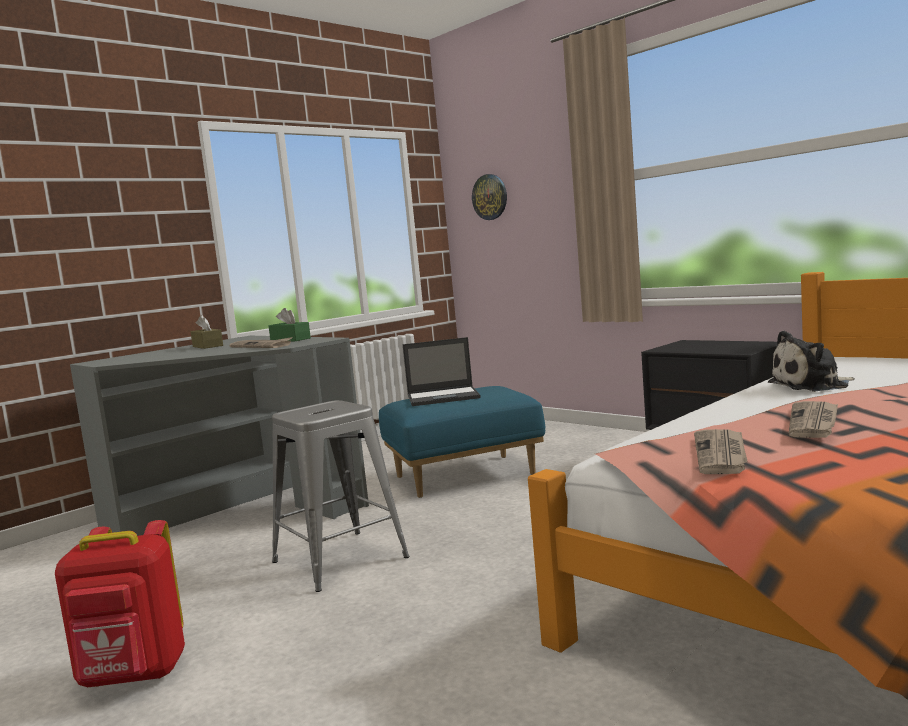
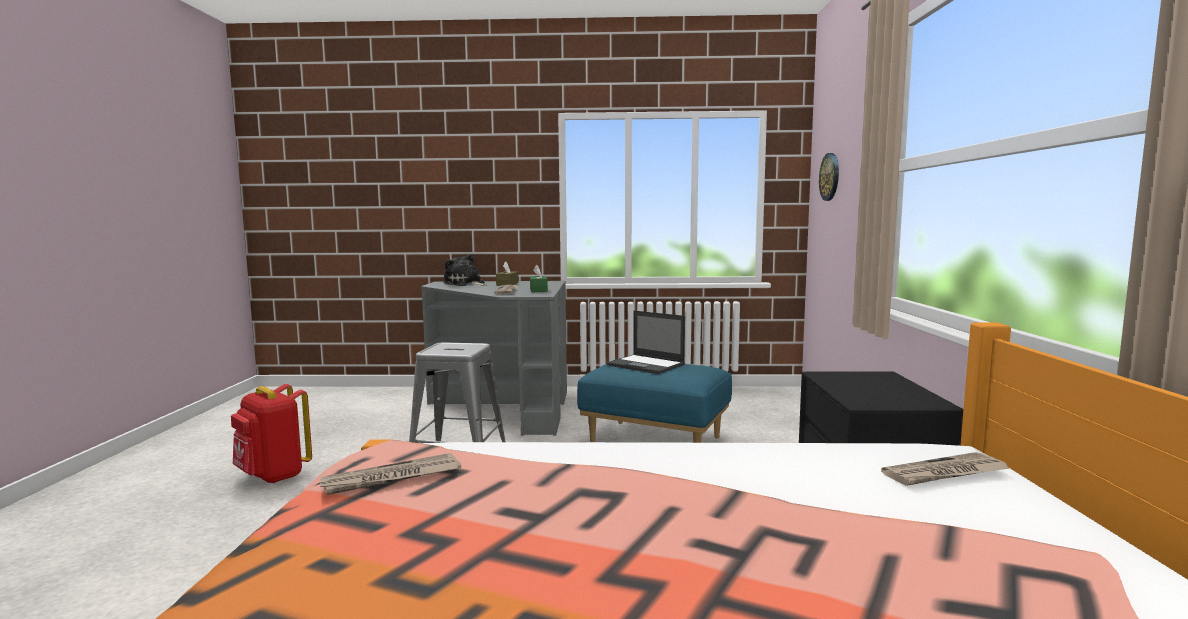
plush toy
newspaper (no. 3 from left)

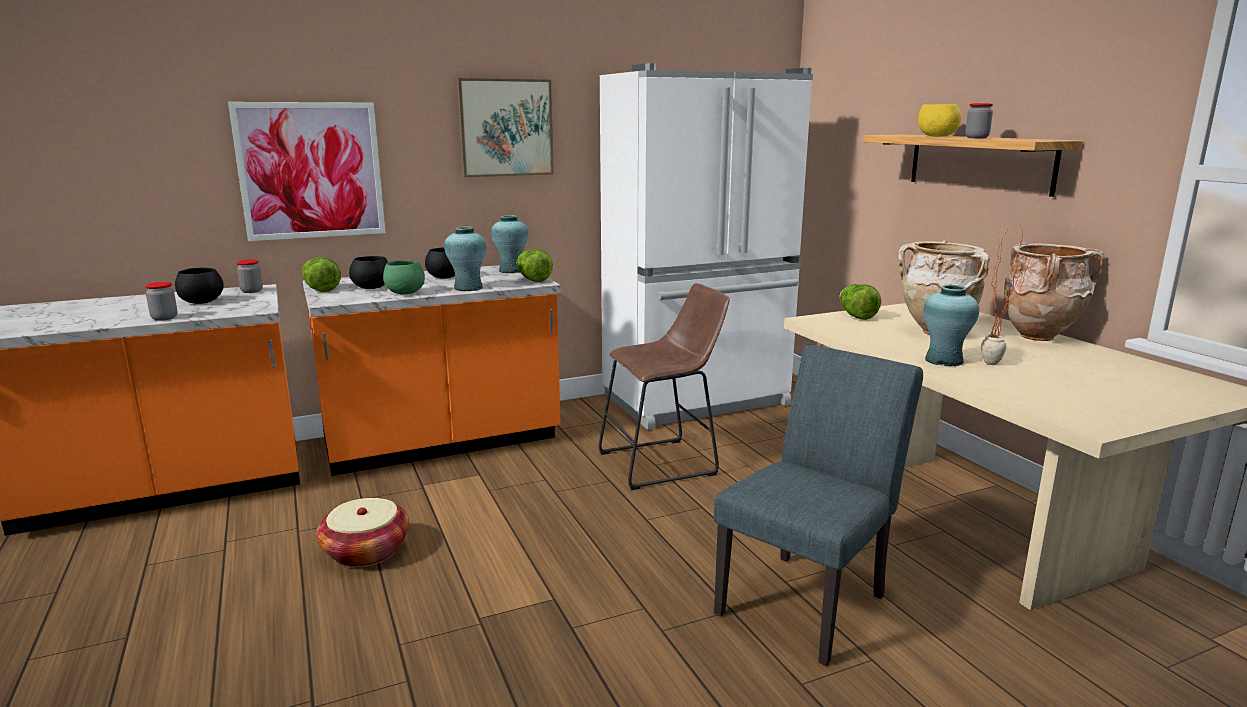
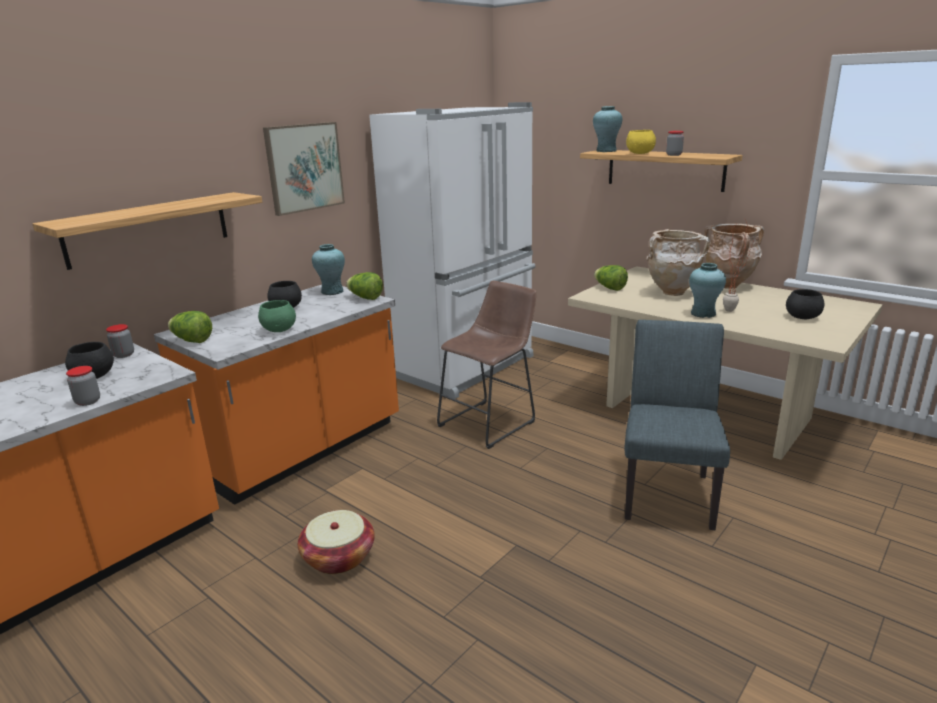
shelf (no. 1 from left)
turquoise decorative vase (no. 2 from left)
black serving bowl (no. 3 from left)

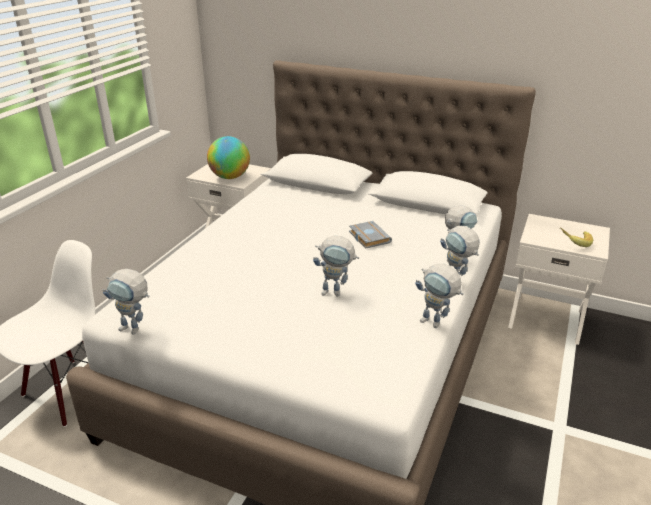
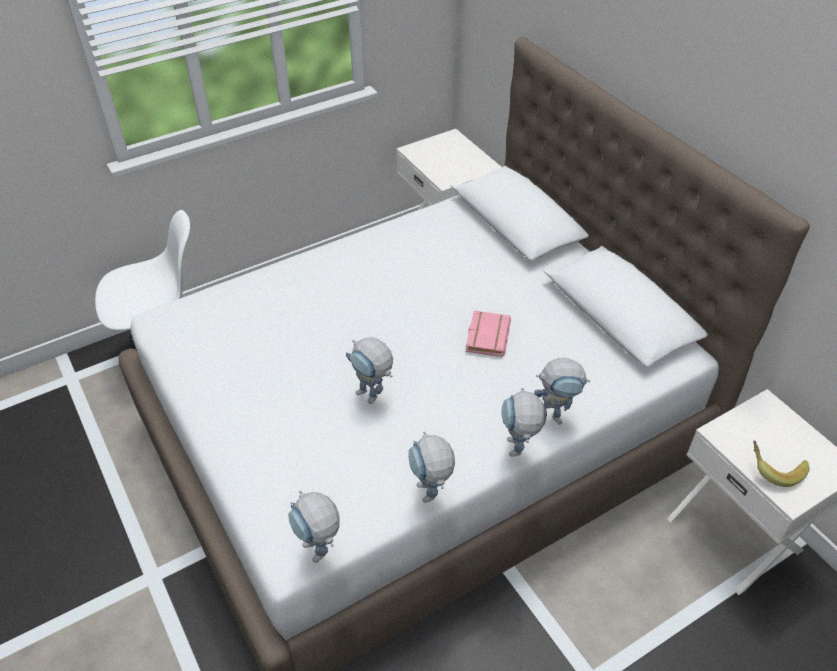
toy robot (no. 1 from left)
pinkish book
world globe

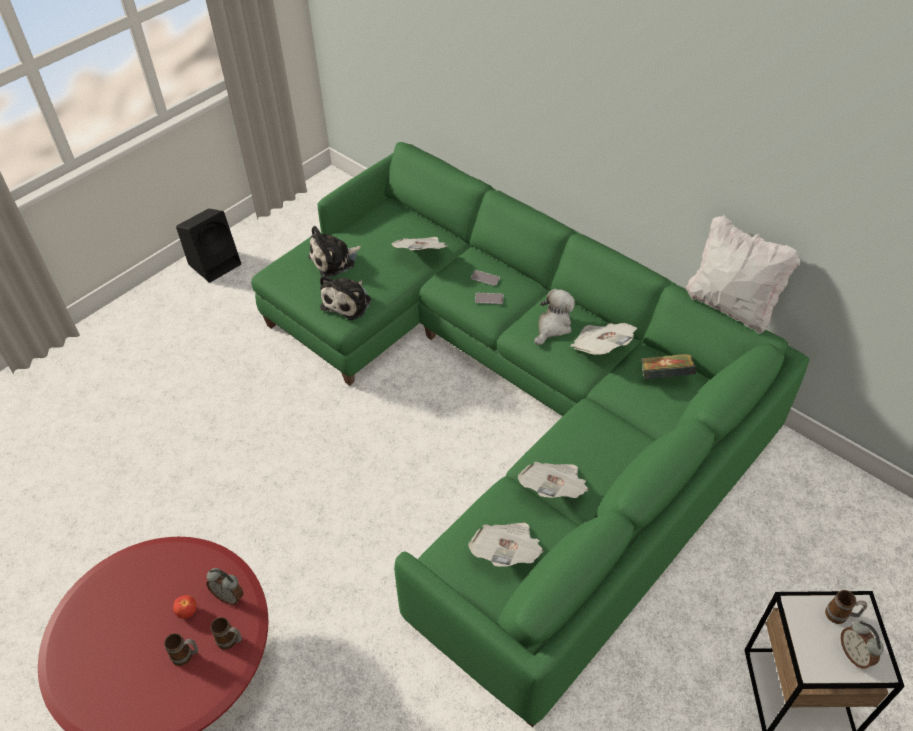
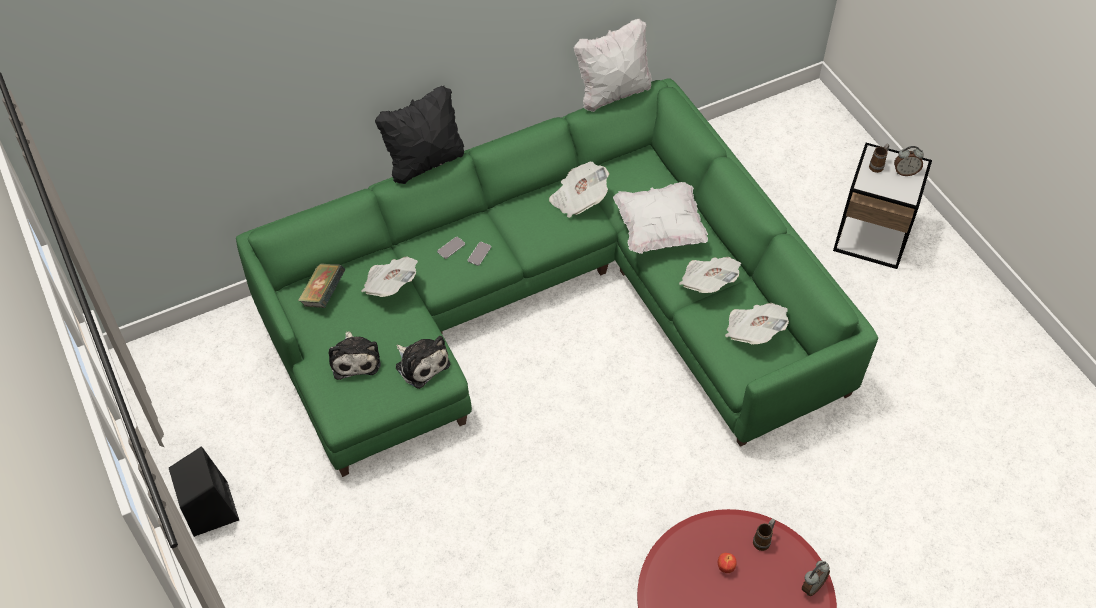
book
black cushion
white-coloured cushion (no. 2 from left)
table clock (no. 1 from left)
mug (no. 1 from left in the first image)
plush toy (no. 3 from left in the first image)

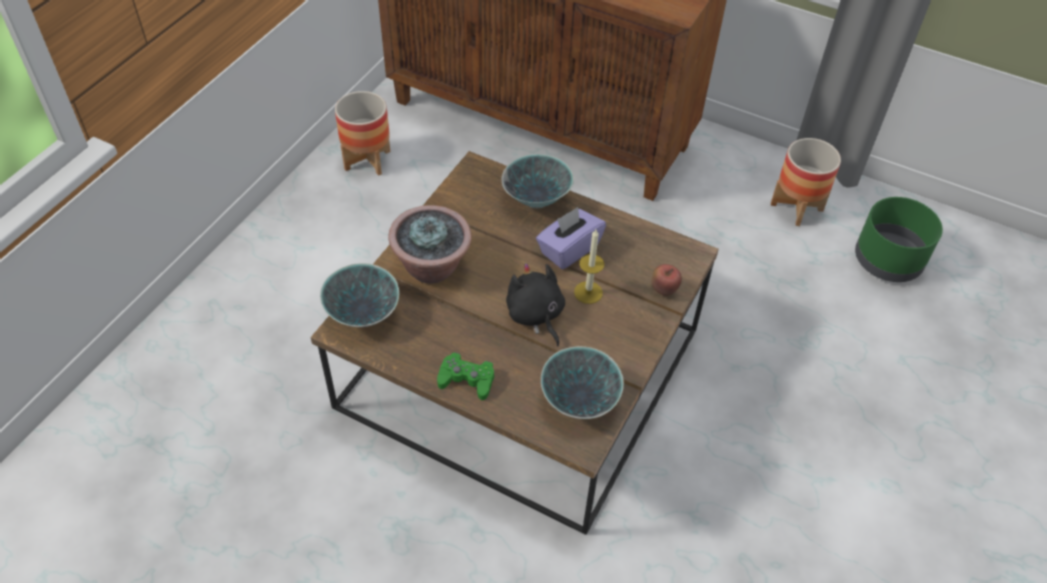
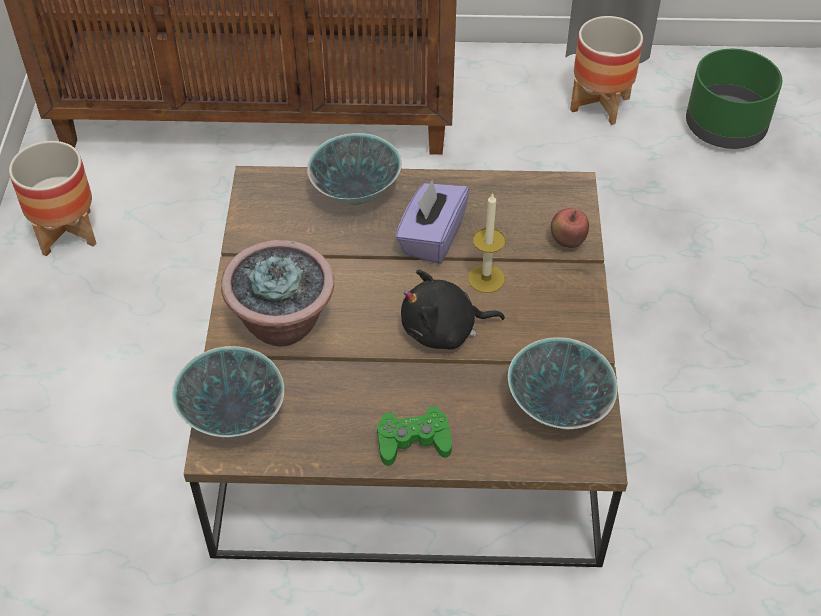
black plush toy

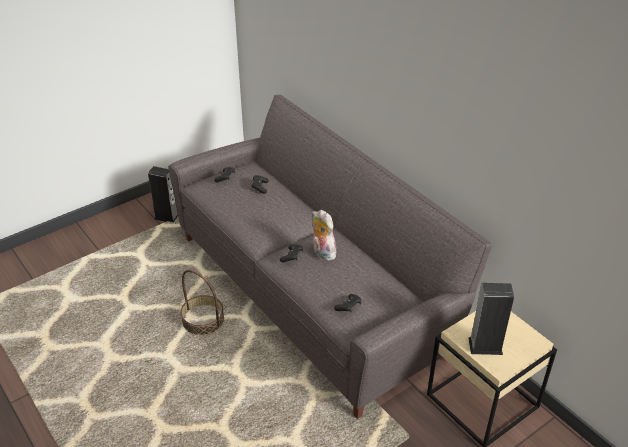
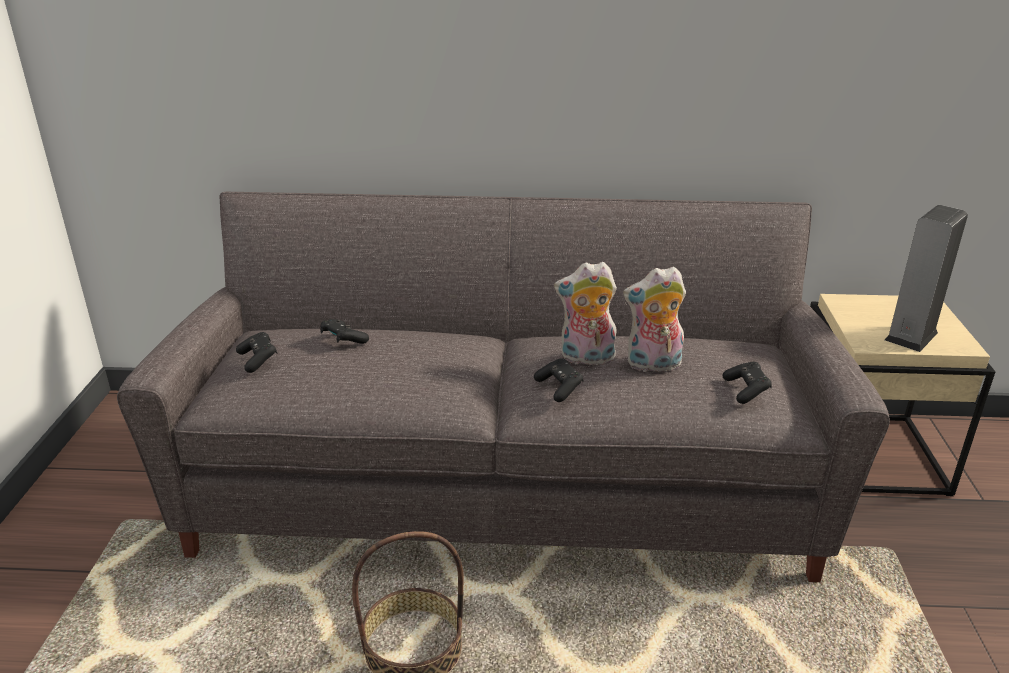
plush toy (no. 2 from left)
loudspeaker (no. 1 from left in the first image)

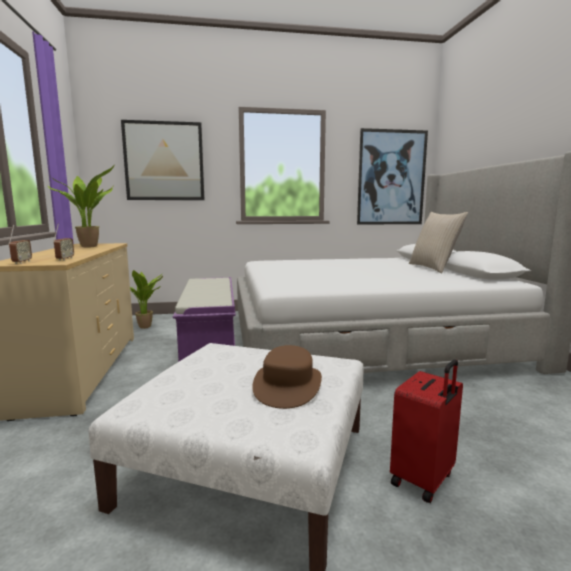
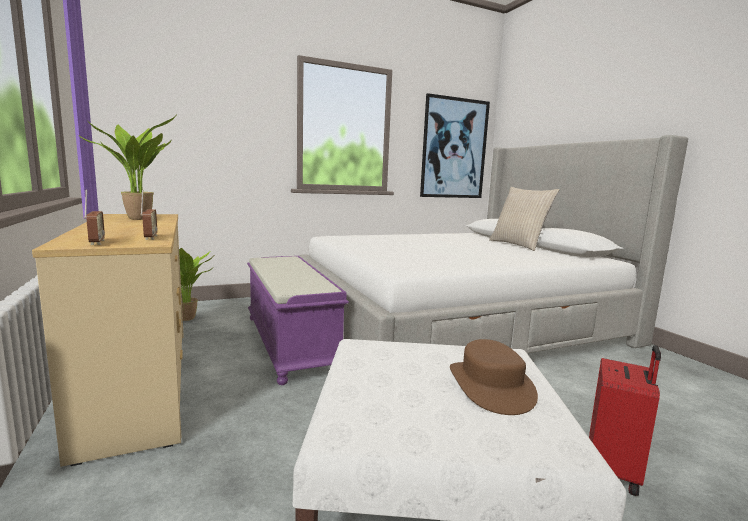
wall picture (no. 1 from left in the first image)

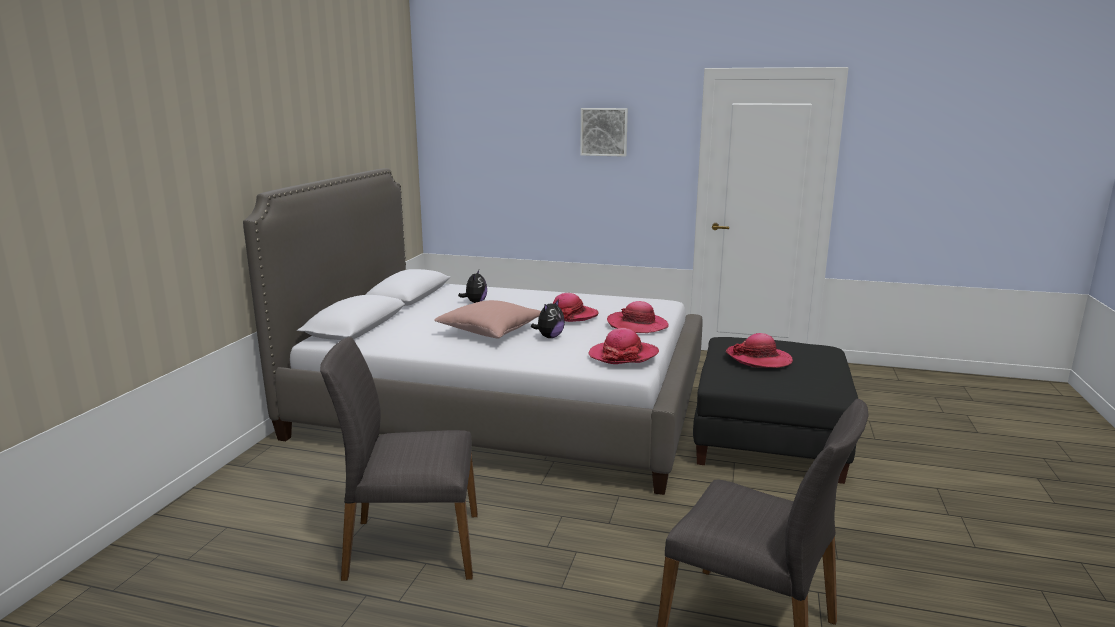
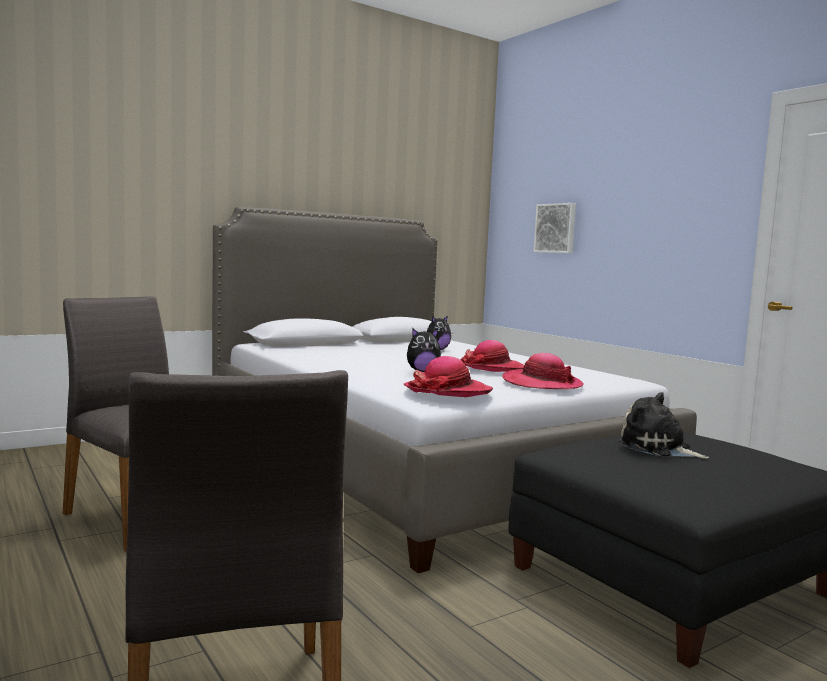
wall picture
plush toy (no. 3 from left)
pinkish cushion

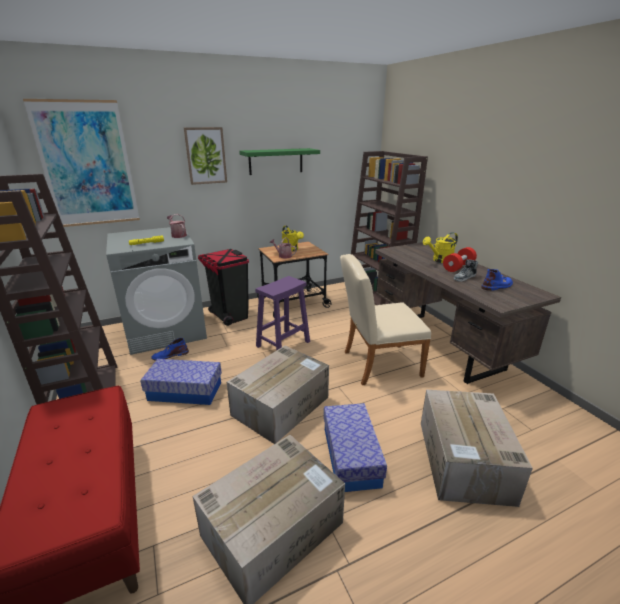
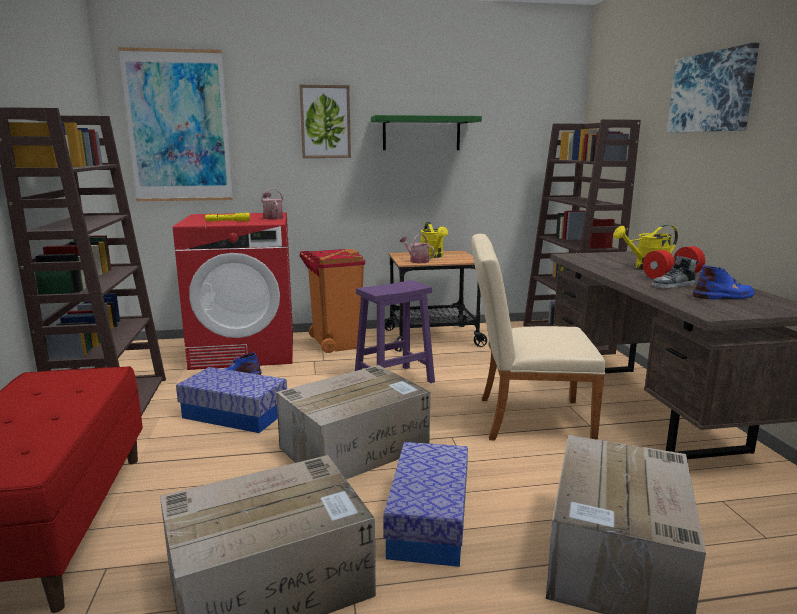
reddish washing machine
orange-coloured trash can
wall picture (no. 3 from left)

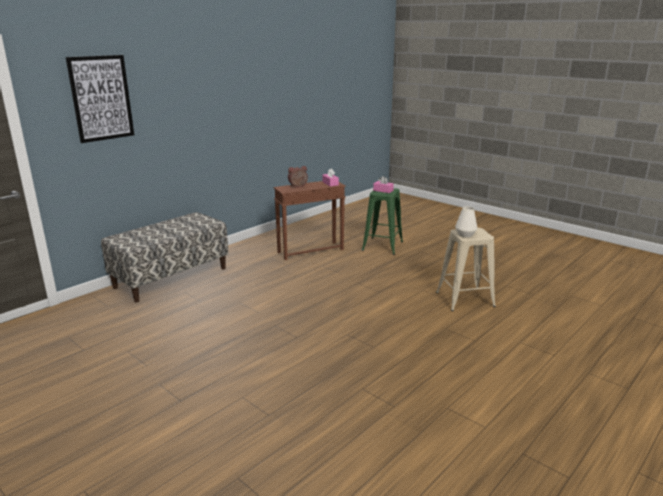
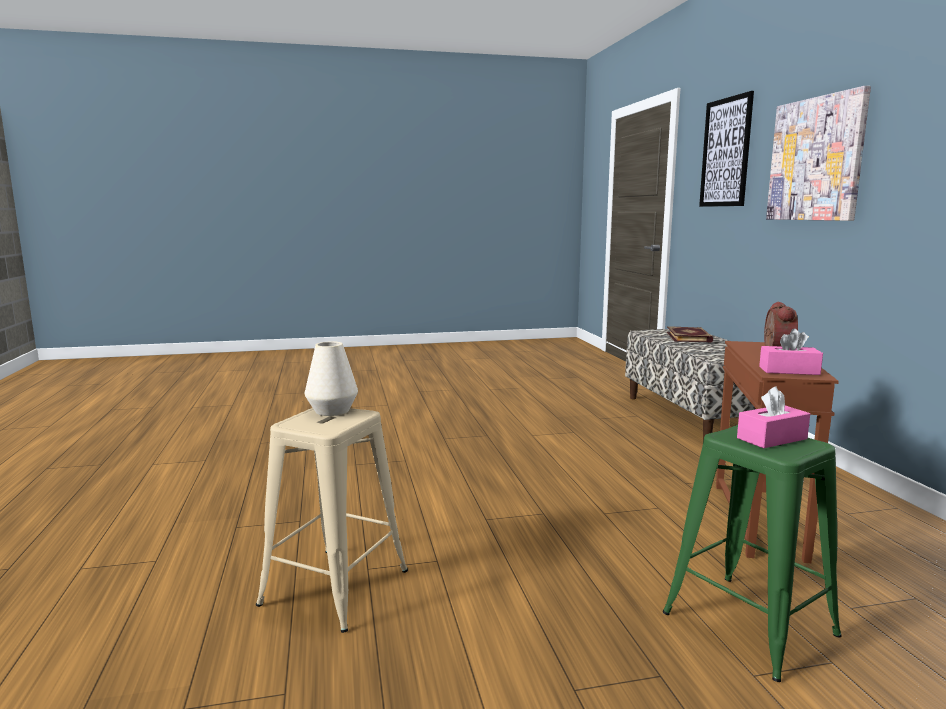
book
wall picture (no. 2 from left)

